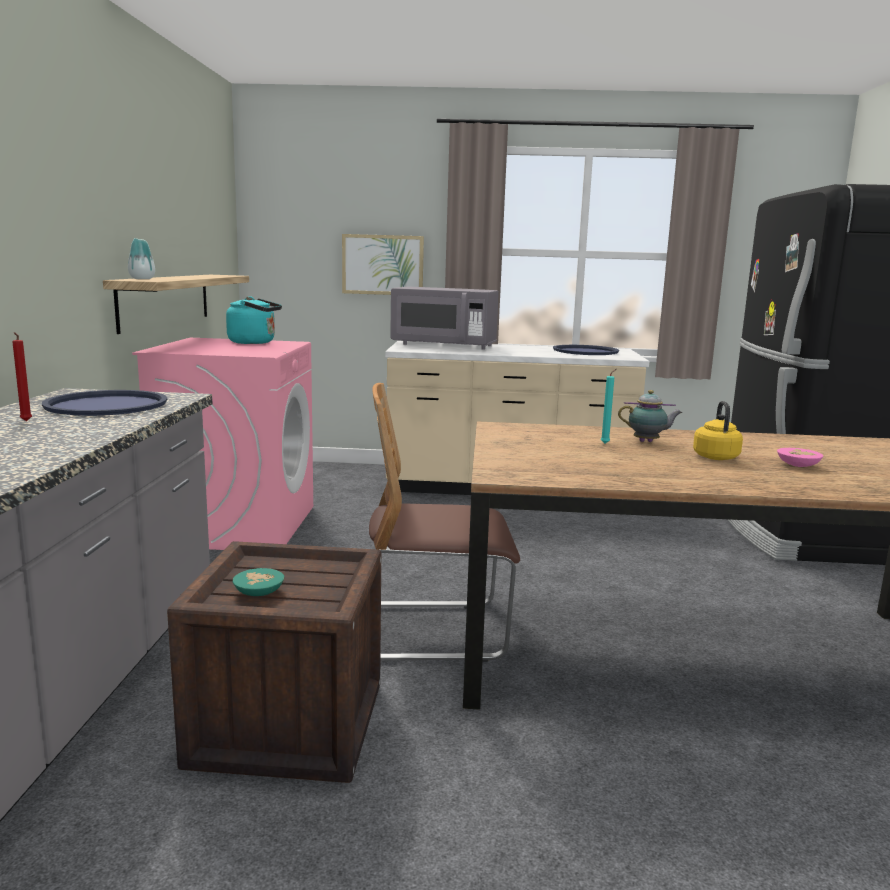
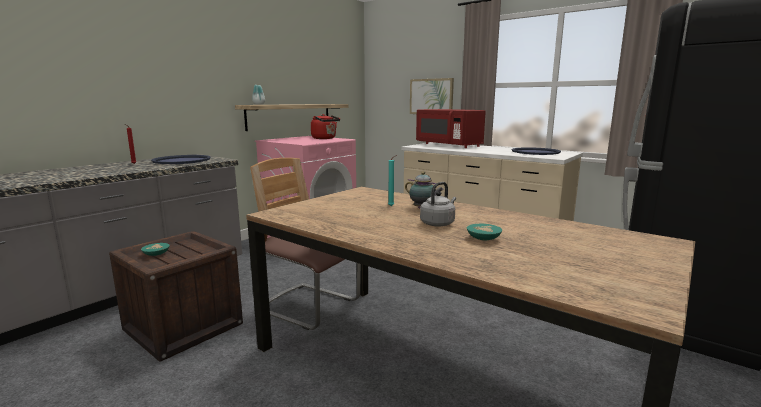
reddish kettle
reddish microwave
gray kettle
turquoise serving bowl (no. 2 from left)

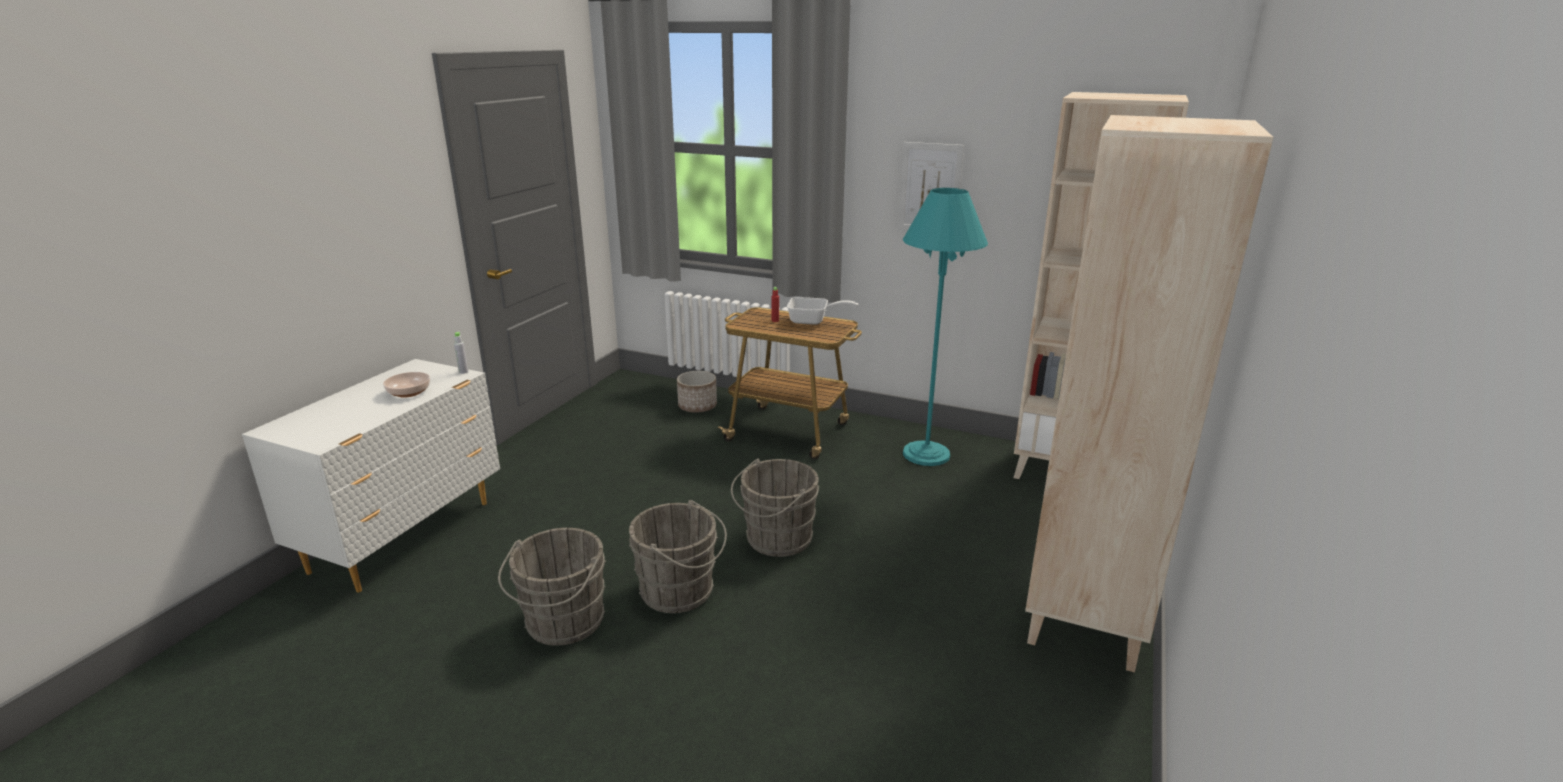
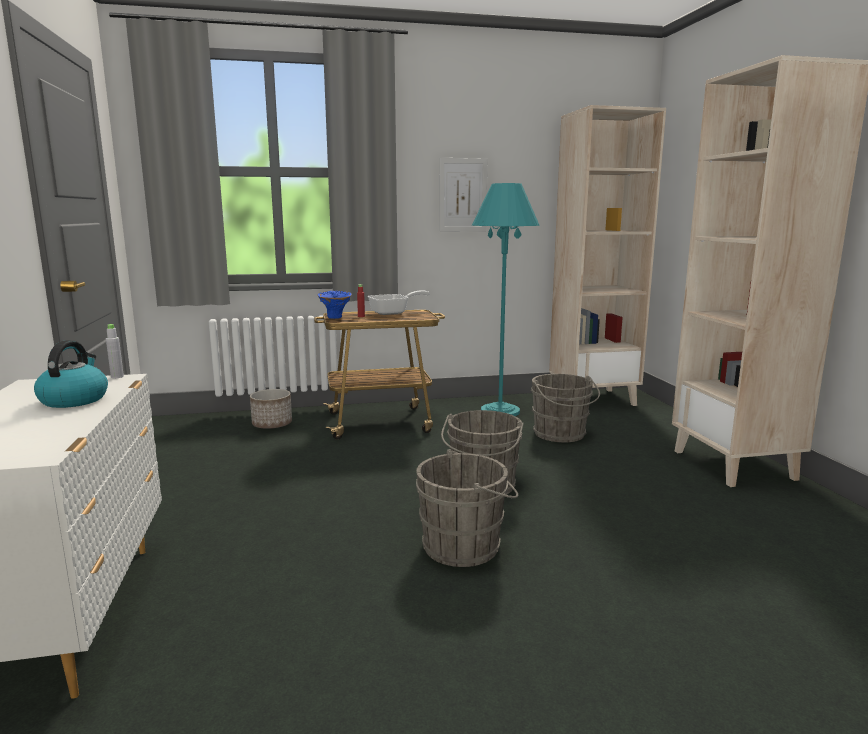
kettle
bluish decorative vase
gray water bucket (no. 3 from left)

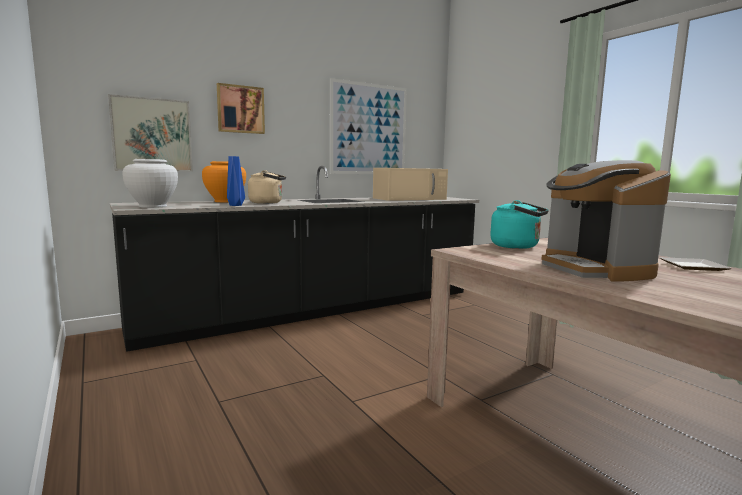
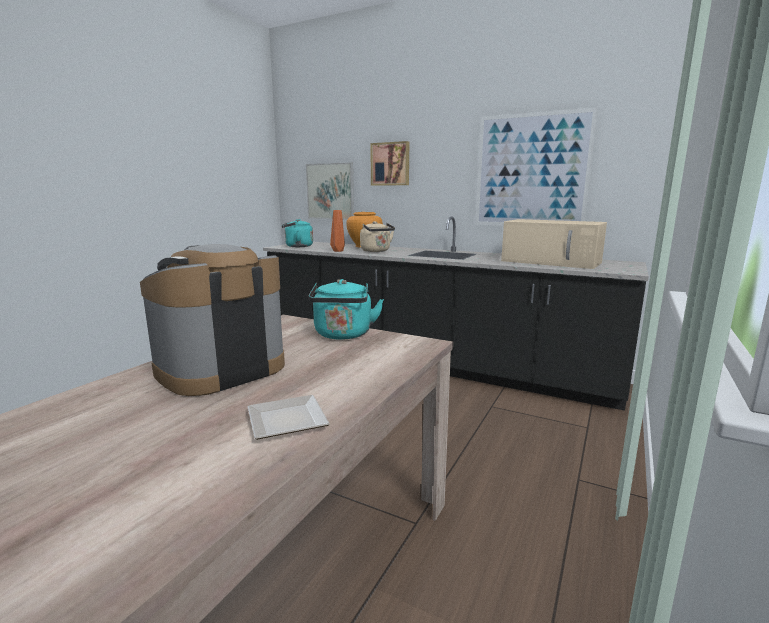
turquoise kettle (no. 1 from left)
orange-coloured decorative vase (no. 1 from left)

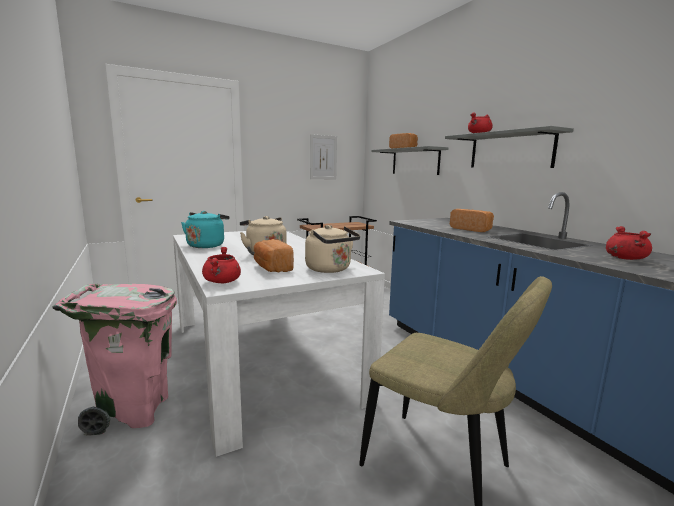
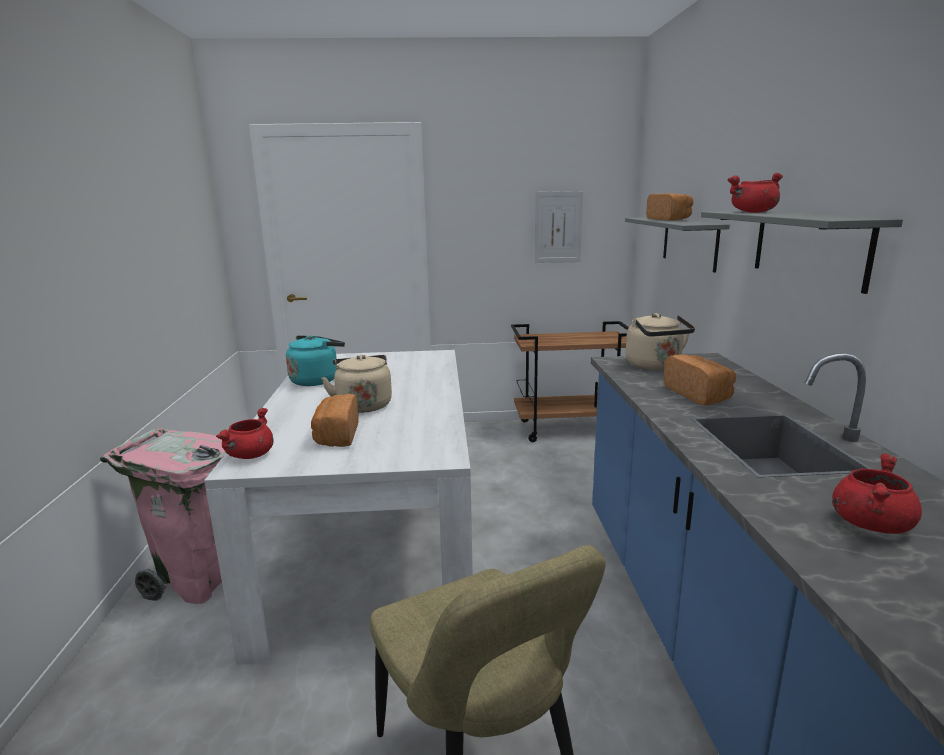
sand-coloured kettle (no. 2 from left)

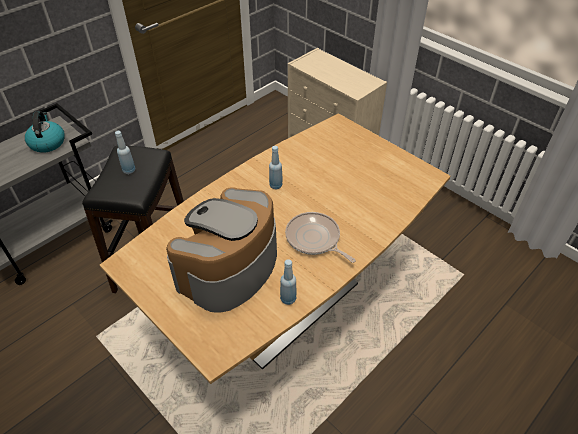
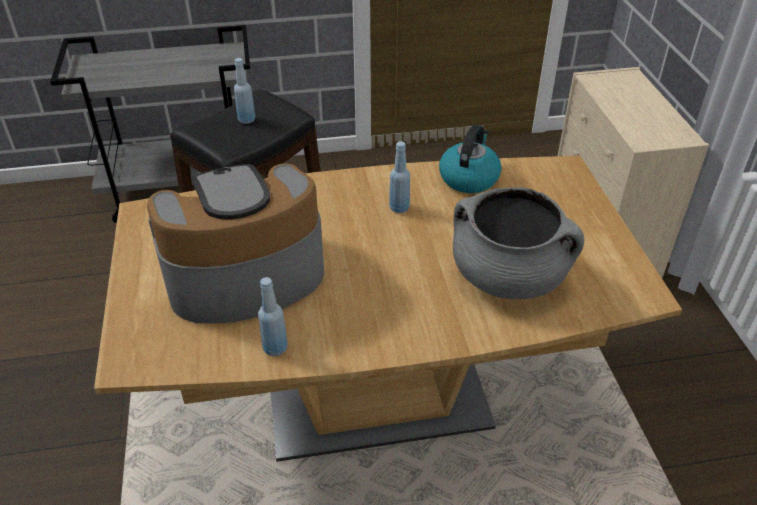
kettle
gray saucepot
frying pan

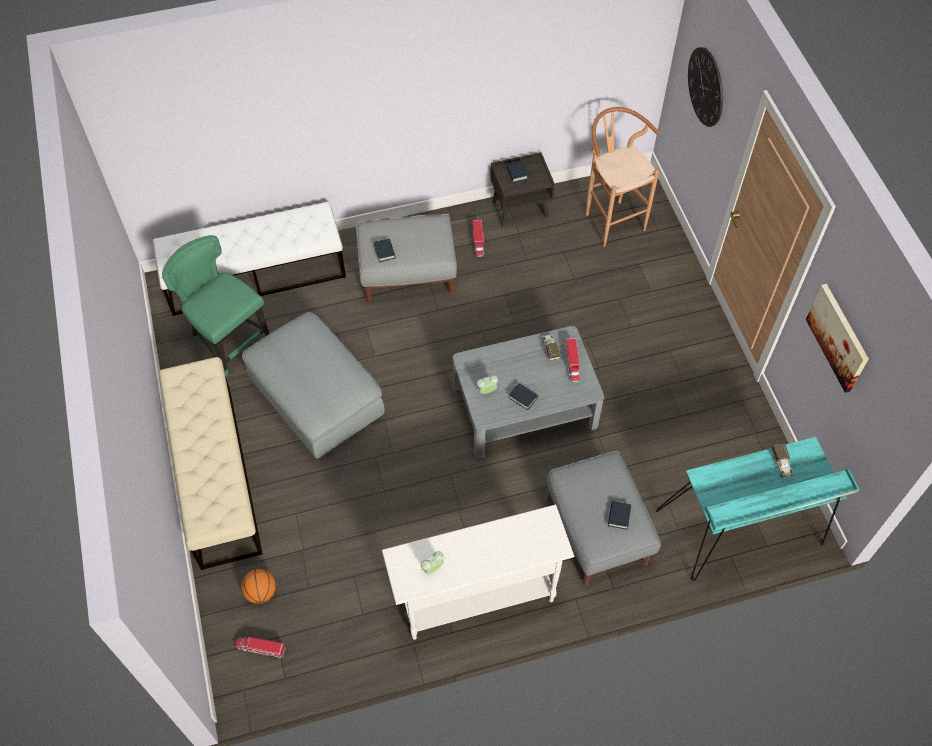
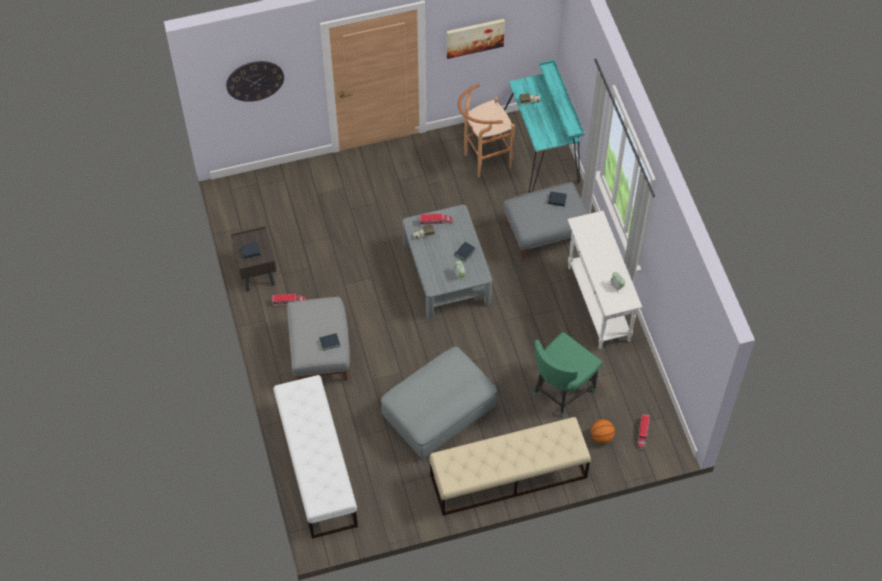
brownish stool
greenish upright chair

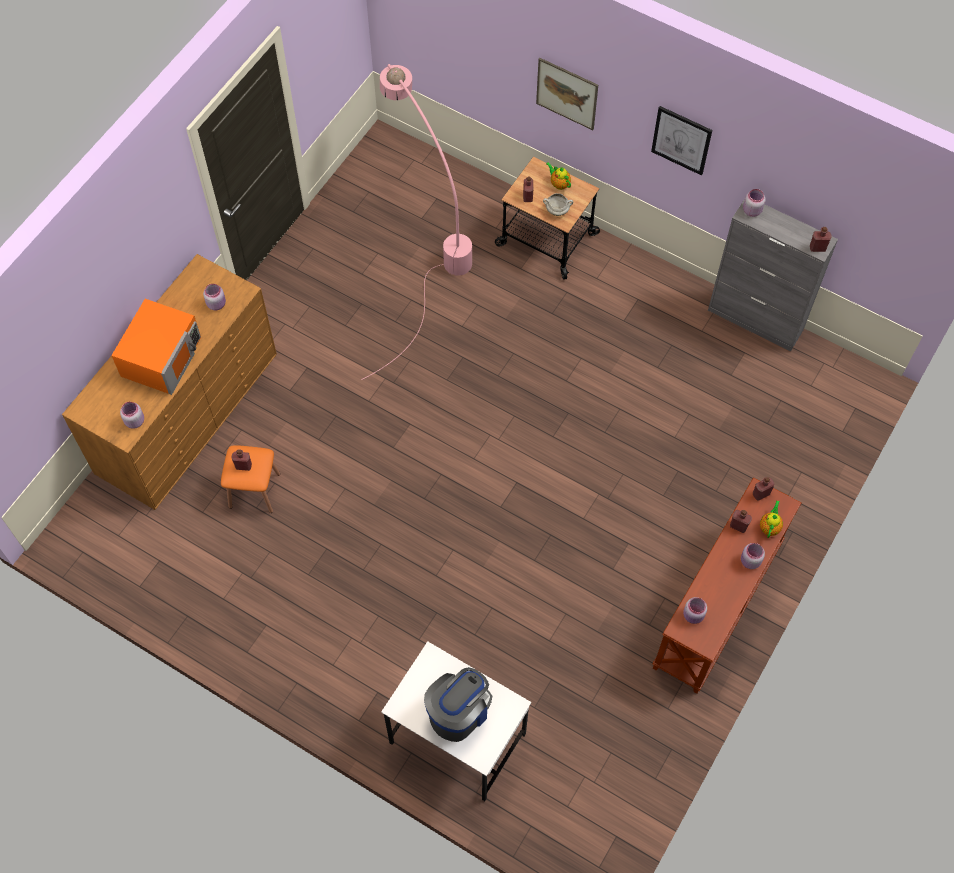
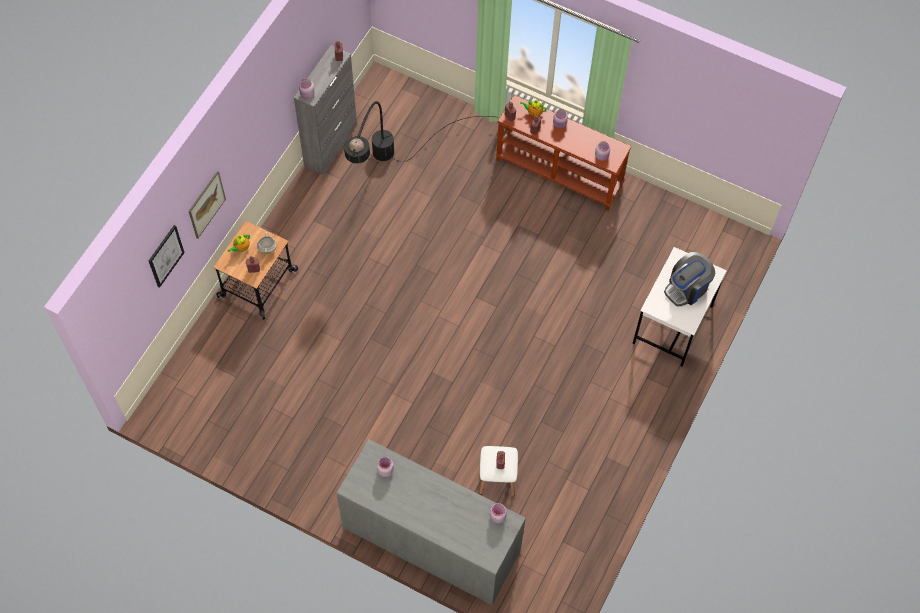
wall picture (no. 1 from left)
gray chest of drawers
black standing lamp
white-coloured stool
coffee maker
orange-coloured microwave
pinkish standing lamp

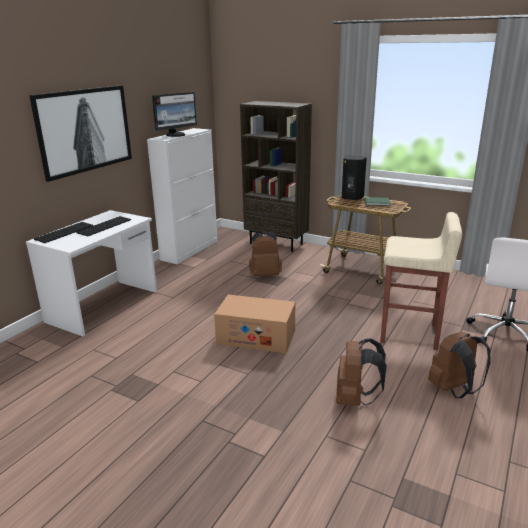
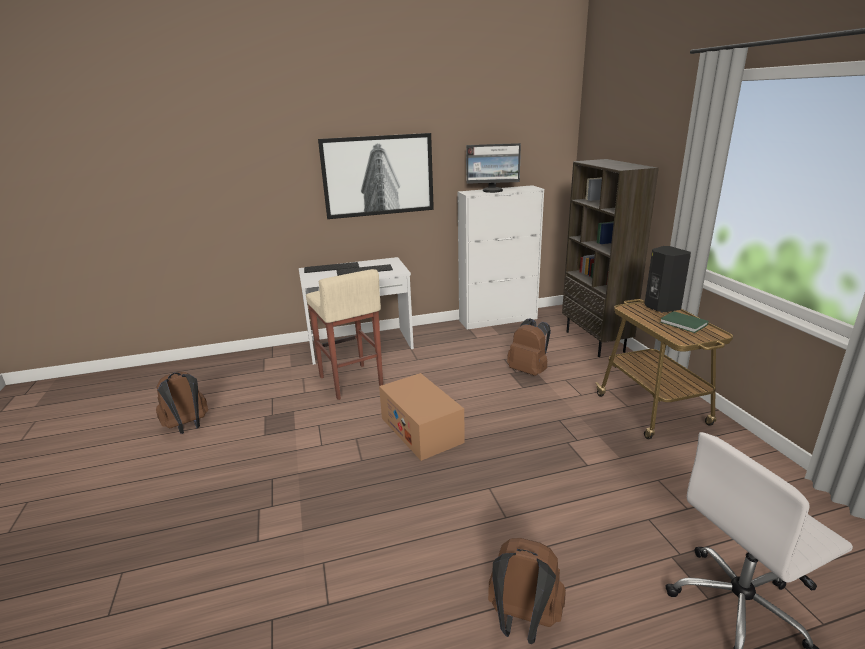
brownish knapsack (no. 1 from left)
sand-coloured stool

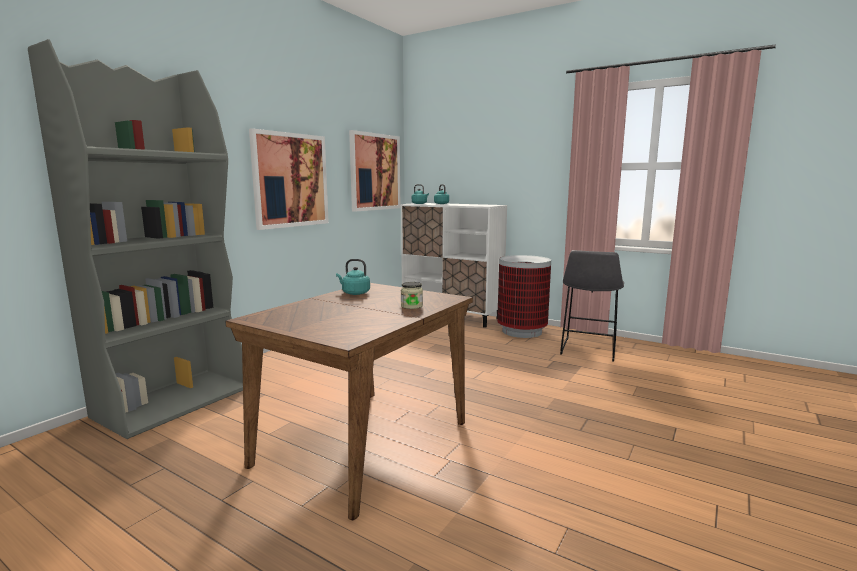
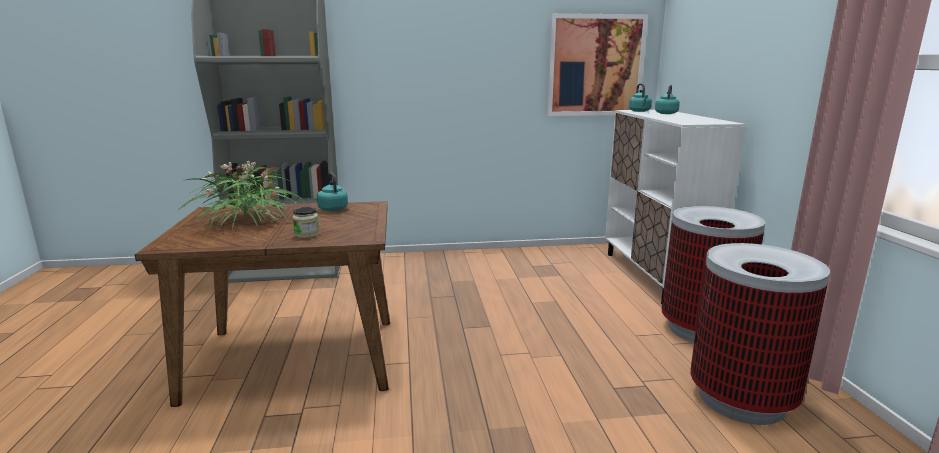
plant in a pot
trash can (no. 2 from left)
wall picture (no. 1 from left in the first image)

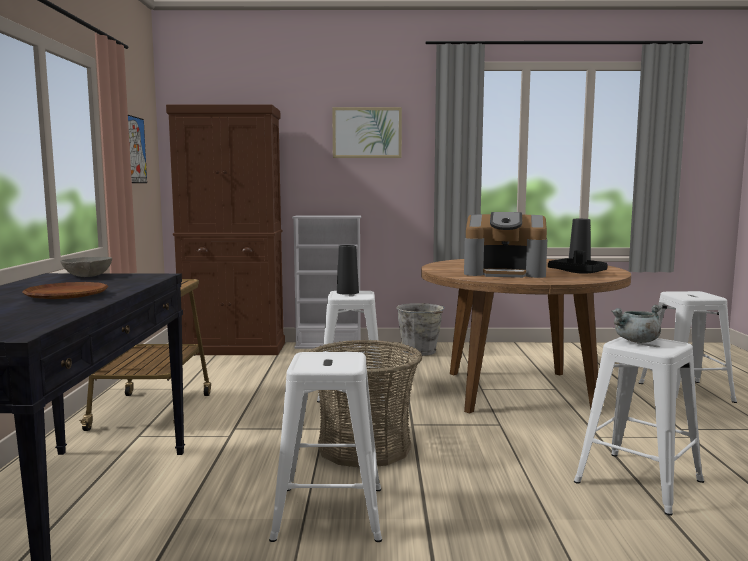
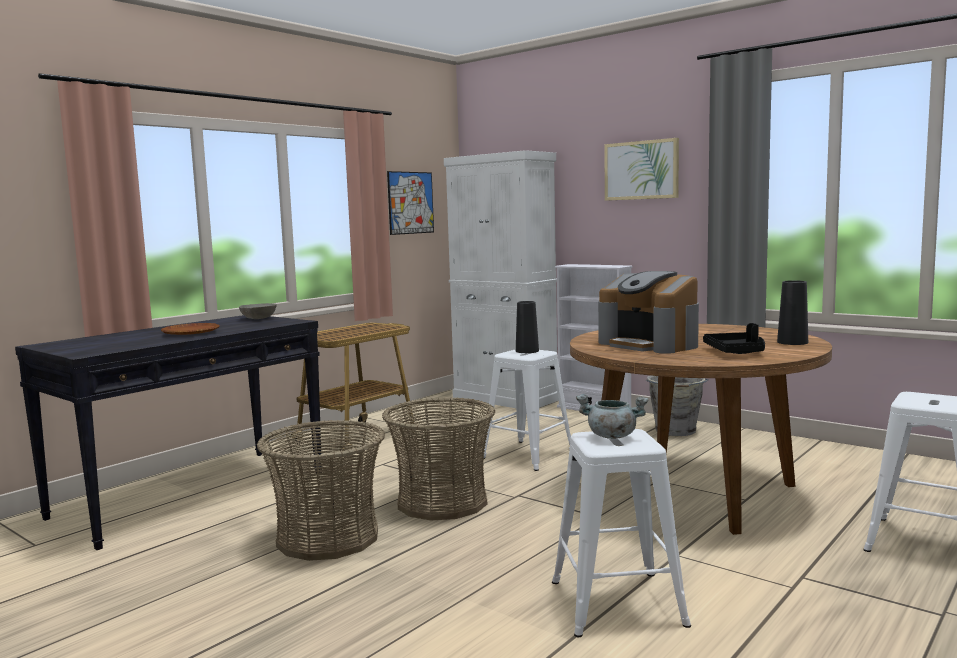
storage basket (no. 1 from left)
white-coloured storage cabinet

